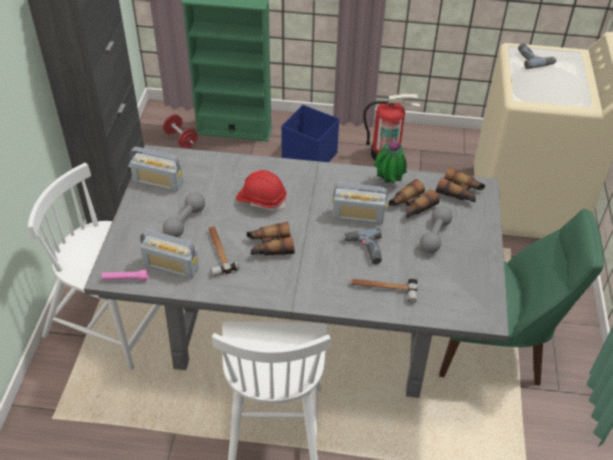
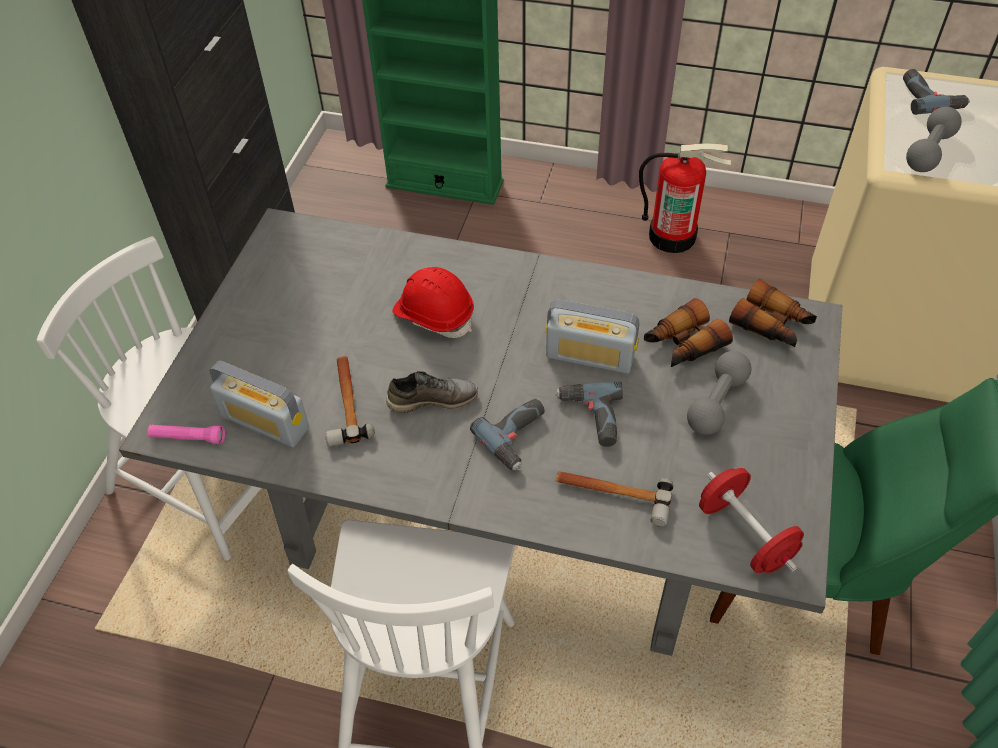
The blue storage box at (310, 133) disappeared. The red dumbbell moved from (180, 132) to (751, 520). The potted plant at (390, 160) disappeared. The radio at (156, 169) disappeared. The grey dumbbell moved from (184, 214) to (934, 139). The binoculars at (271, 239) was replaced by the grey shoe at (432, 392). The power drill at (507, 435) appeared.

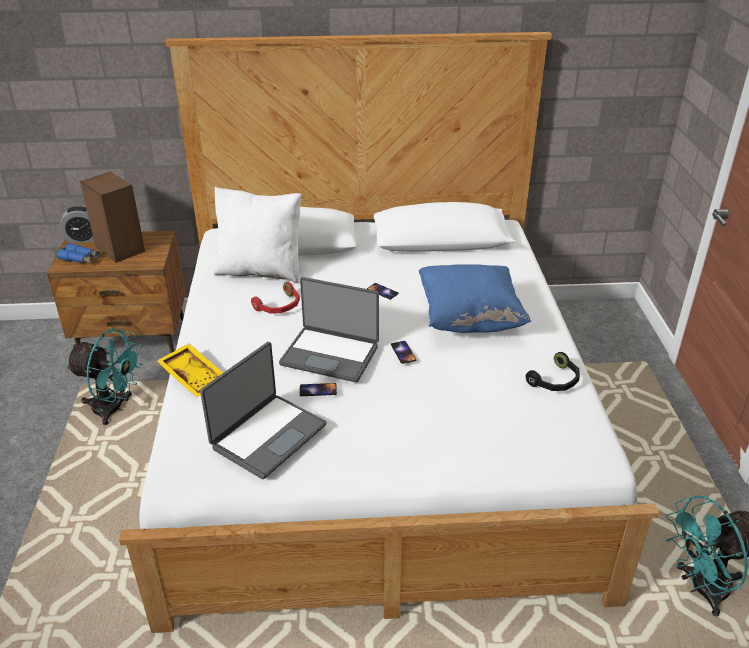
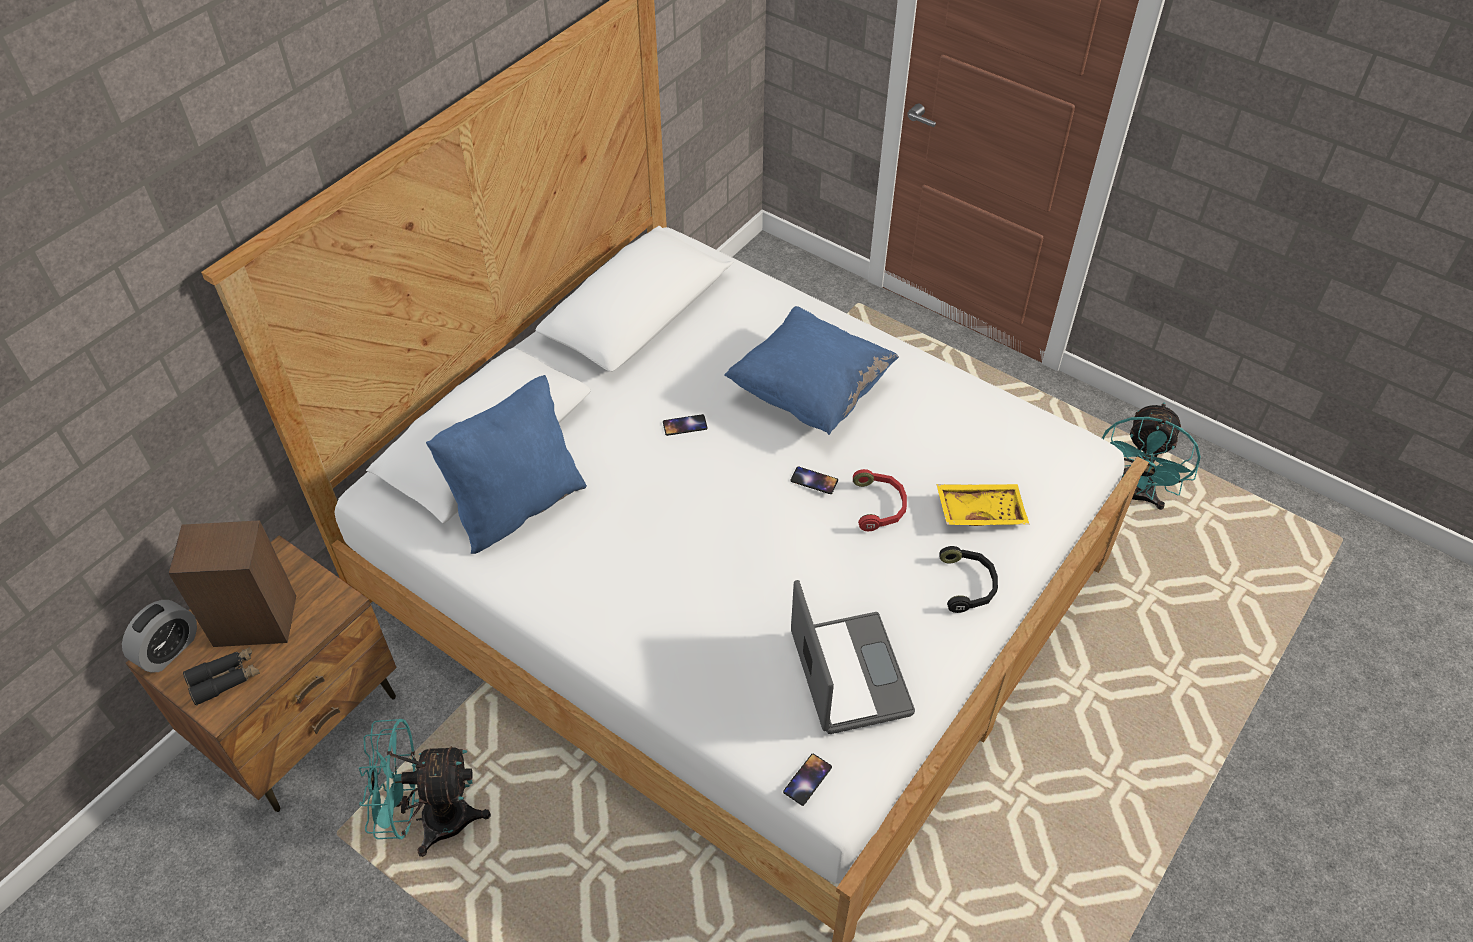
The white pillow at (258, 235) became the blue pillow at (506, 464). The blue binoculars at (79, 253) became the black binoculars at (221, 676). The laptop at (329, 329) disappeared. The red headphones moved from (275, 298) to (880, 500). The turquoise fan at (104, 377) turned 150 degrees counterclockwise. The yellow tray moved from (190, 370) to (983, 505). The black headphones moved from (553, 371) to (969, 579). The phone moved from (318, 389) to (807, 780).

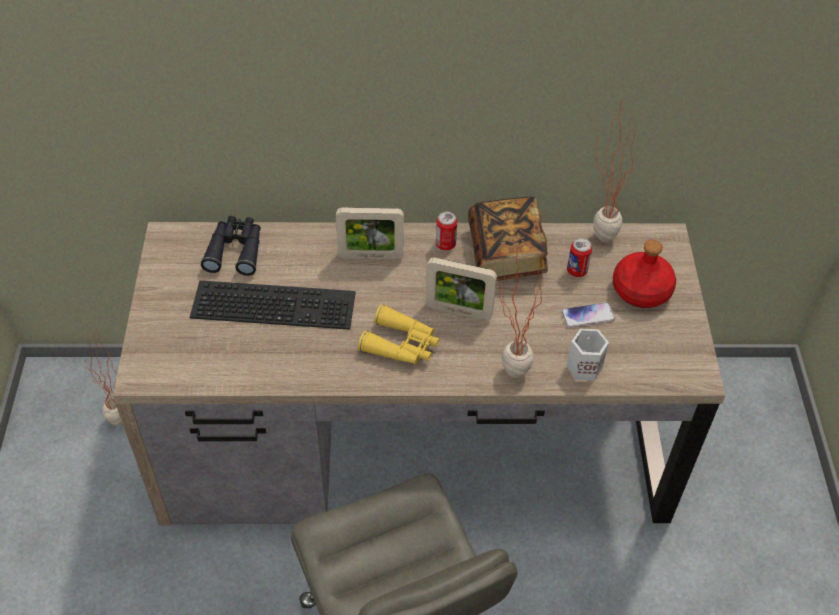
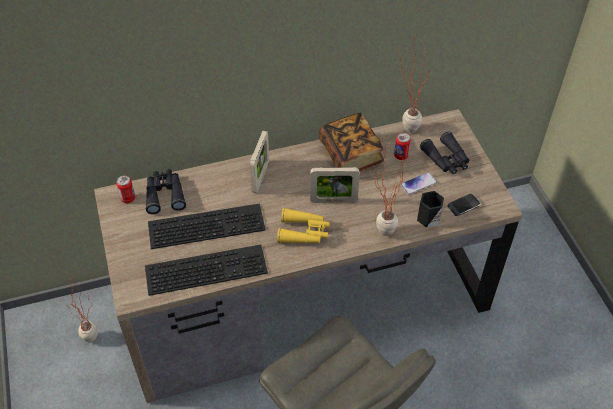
The picture frame at (370, 233) turned 60 degrees counterclockwise. The can moved from (446, 231) to (125, 189). The red bottle at (644, 274) was replaced by the black binoculars at (444, 153). The white mug at (587, 354) became the black mug at (430, 209). The phone at (464, 205) appeared. The keyboard at (206, 270) appeared.

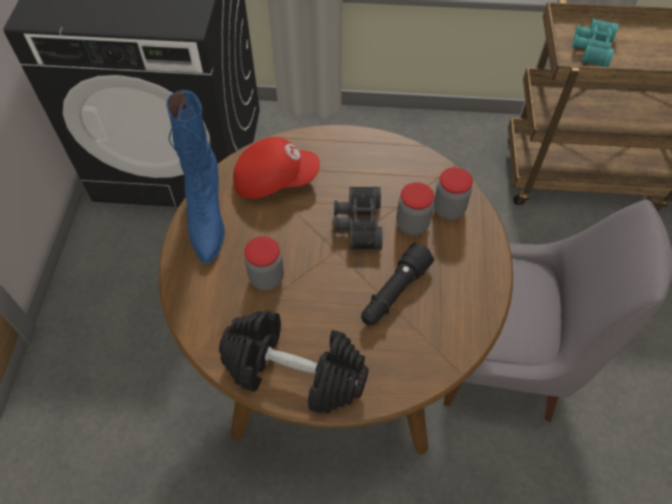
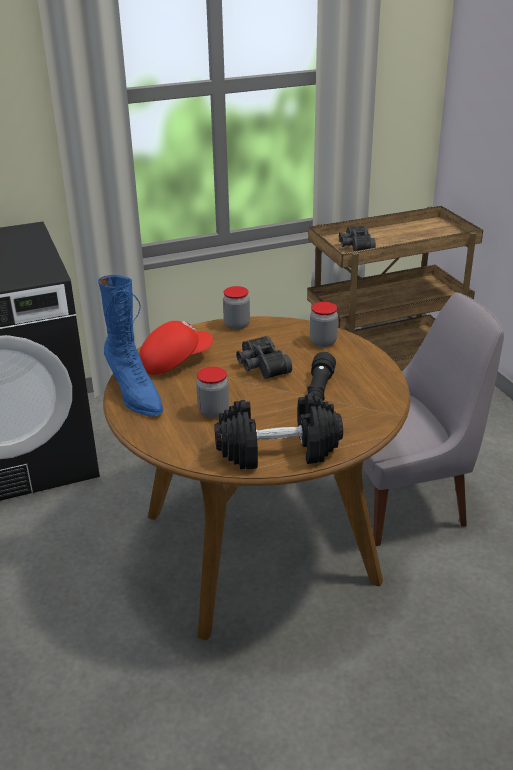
The turquoise binoculars at (595, 43) became the black binoculars at (357, 238). The jar moved from (415, 208) to (236, 308).

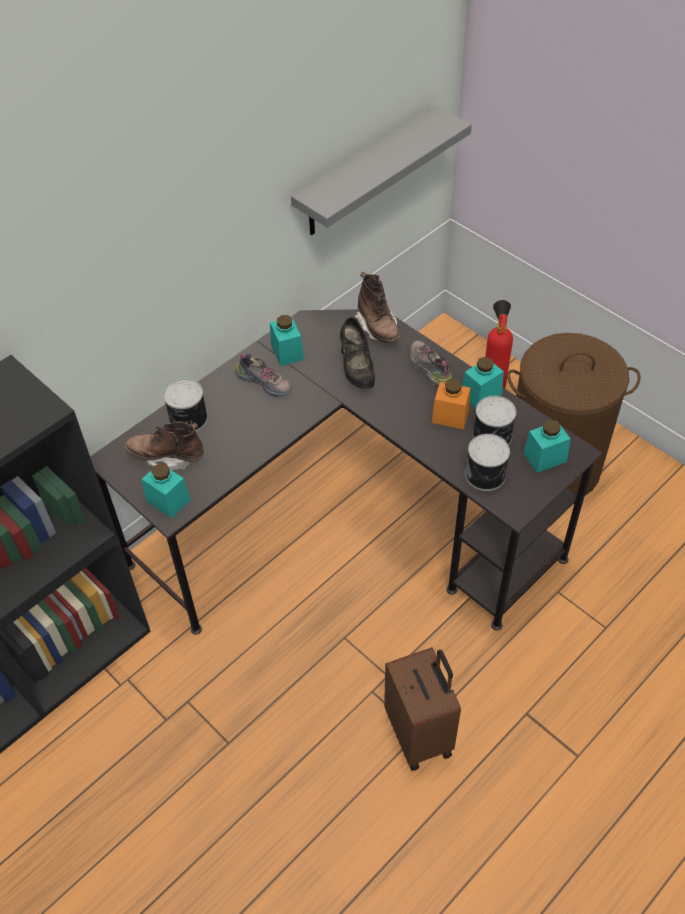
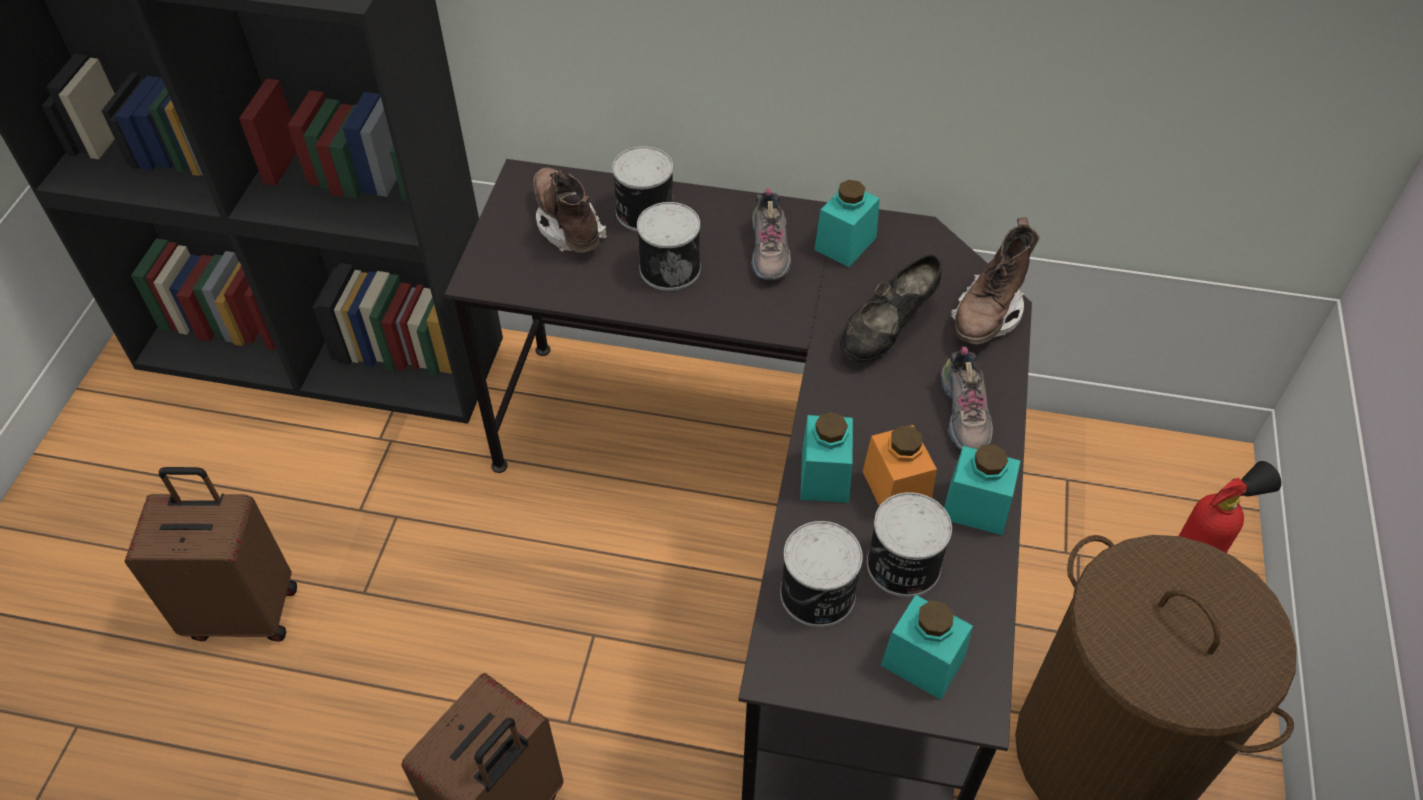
The grey shelf at (381, 170) disappeared. The shoe at (431, 363) turned 150 degrees clockwise. The turquoise jar moved from (166, 490) to (826, 457). The can at (669, 246) appeared. The brown suitcase at (211, 554) appeared.

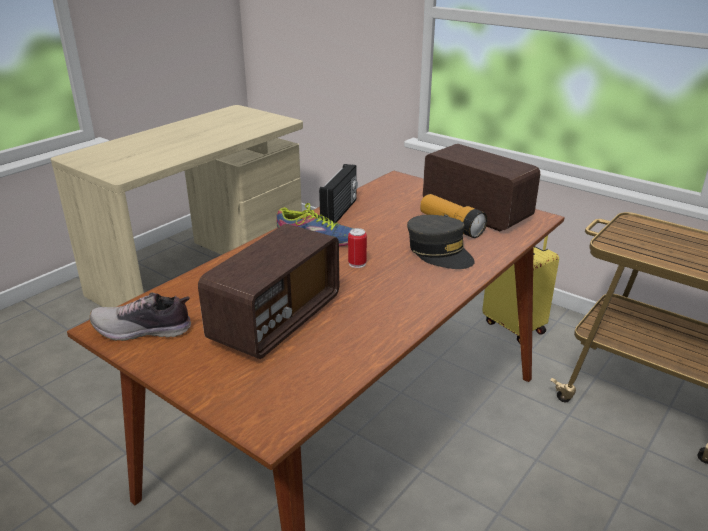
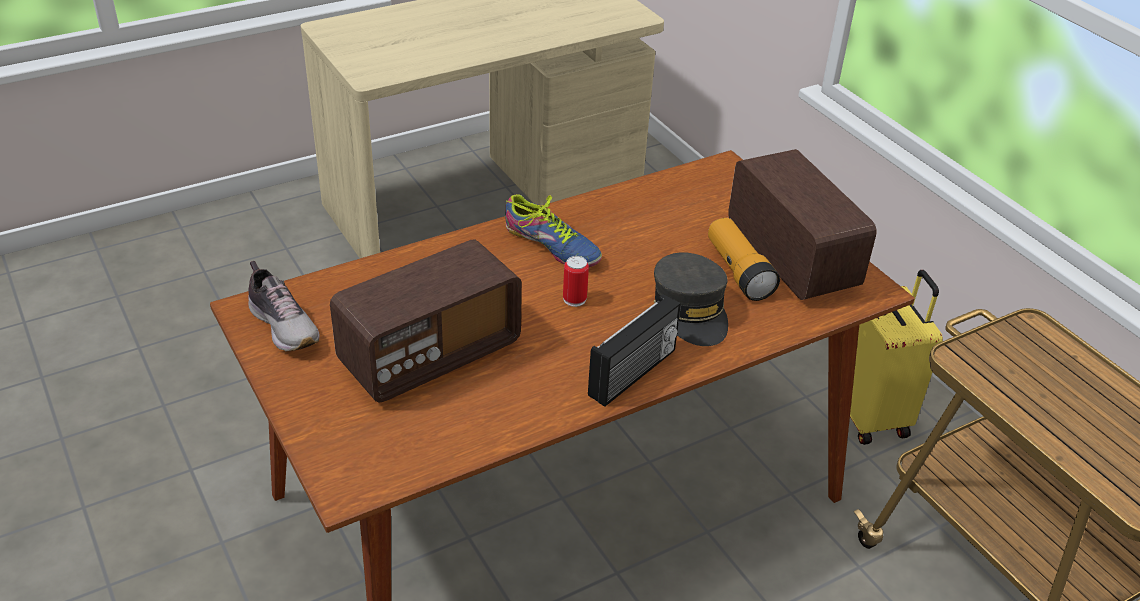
The radio moved from (338, 193) to (634, 350). The shoe at (140, 316) turned 150 degrees counterclockwise.

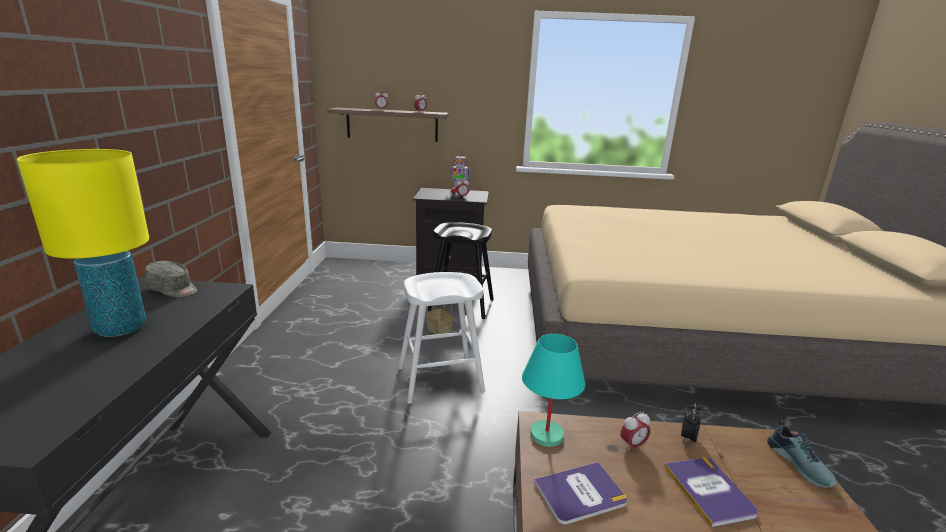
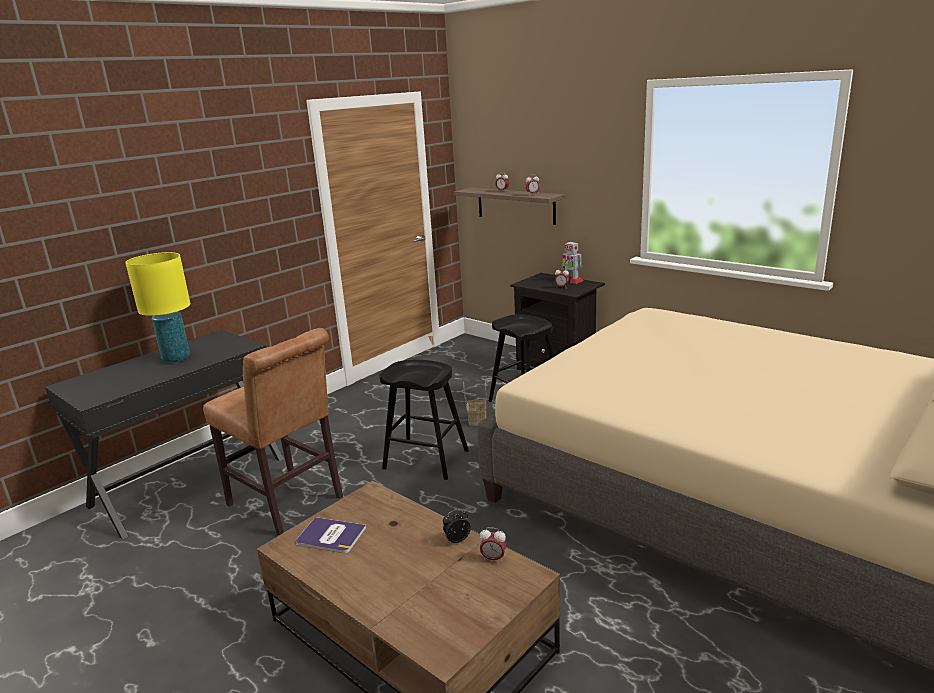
The grey cap at (170, 279) disappeared. The white stool at (441, 338) became the black stool at (424, 420). The turquoise table lamp at (553, 390) disappeared. The alarm clock moved from (635, 431) to (493, 544). The shoe at (802, 454) disappeared. The book at (711, 492) disappeared. The brown chair at (273, 431) appeared.

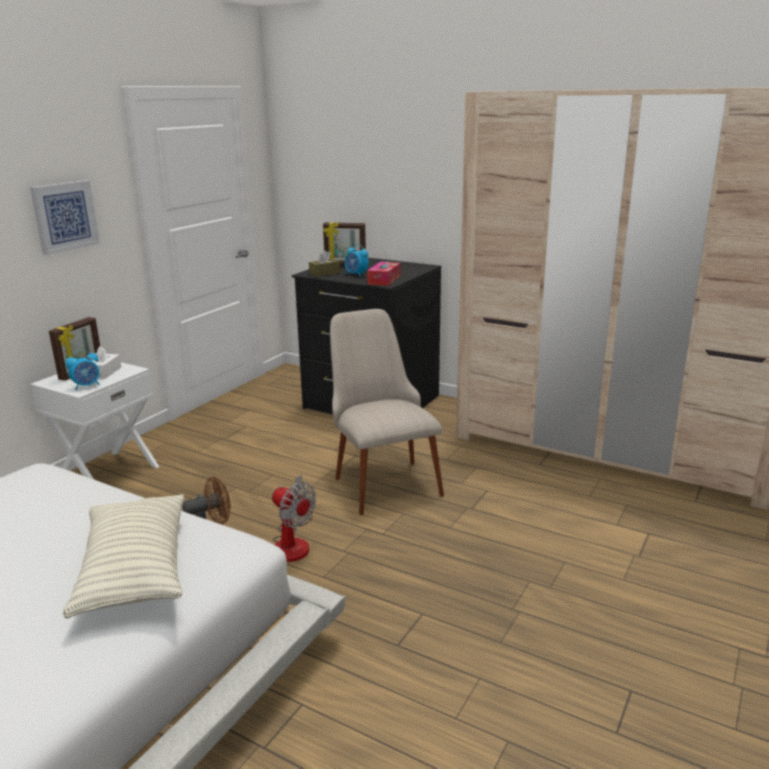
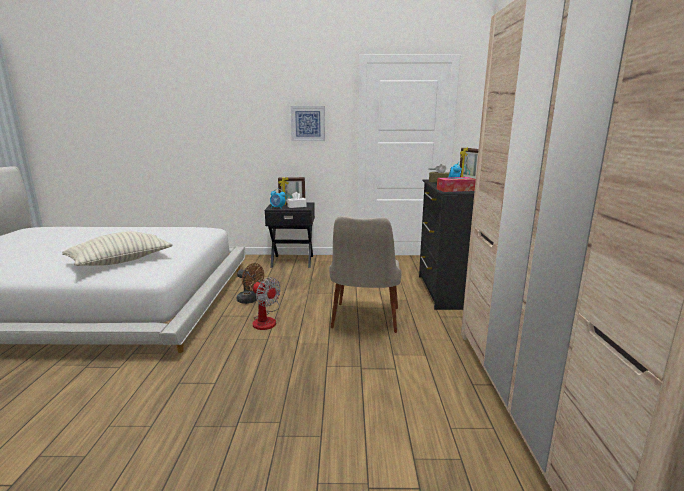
The beige chair at (387, 412) turned 150 degrees clockwise. The white nightstand at (94, 420) became the black nightstand at (290, 235). The fan at (294, 518) turned 60 degrees counterclockwise.

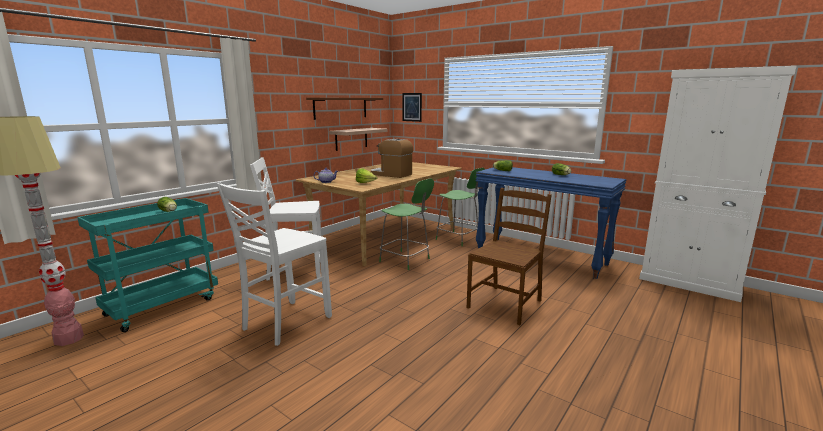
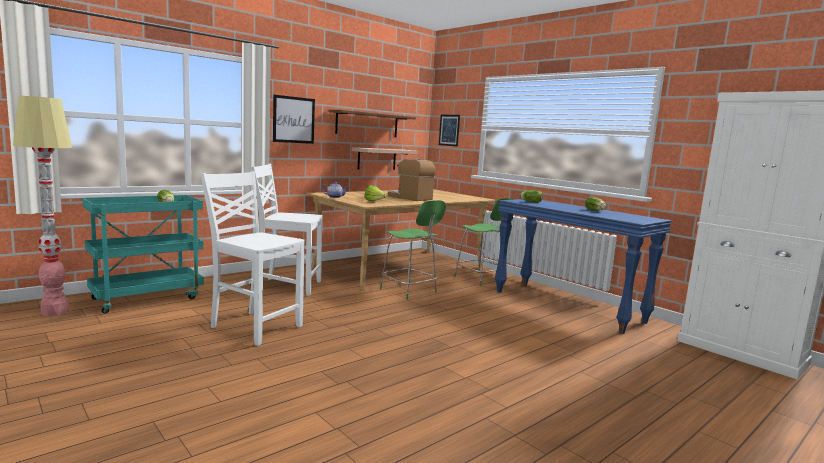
The white chair at (274, 264) turned 75 degrees clockwise. The brown chair at (509, 256) disappeared. The picture at (294, 119) appeared.

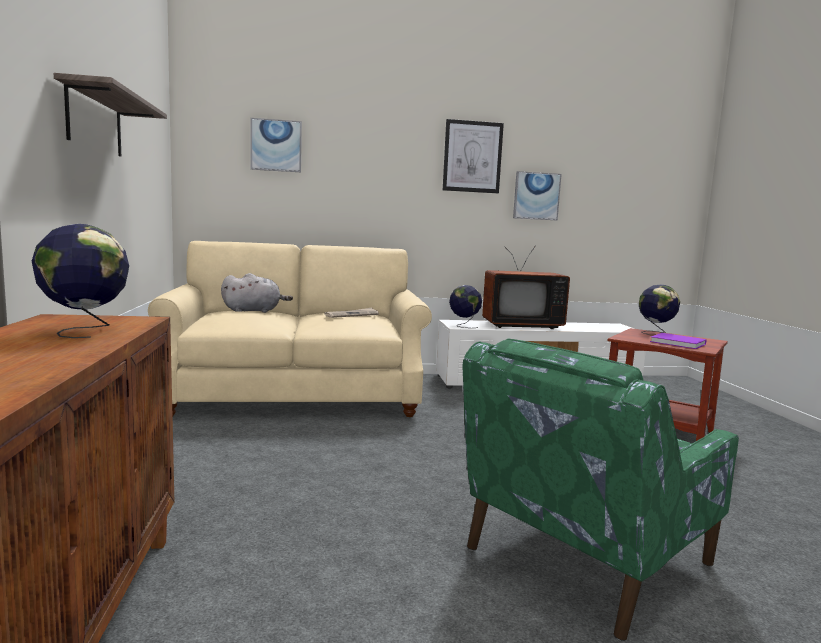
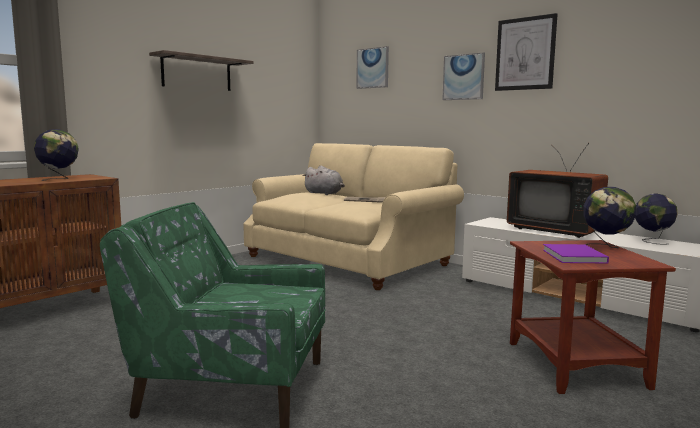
The picture moved from (537, 195) to (463, 76). The globe moved from (465, 306) to (656, 219).

